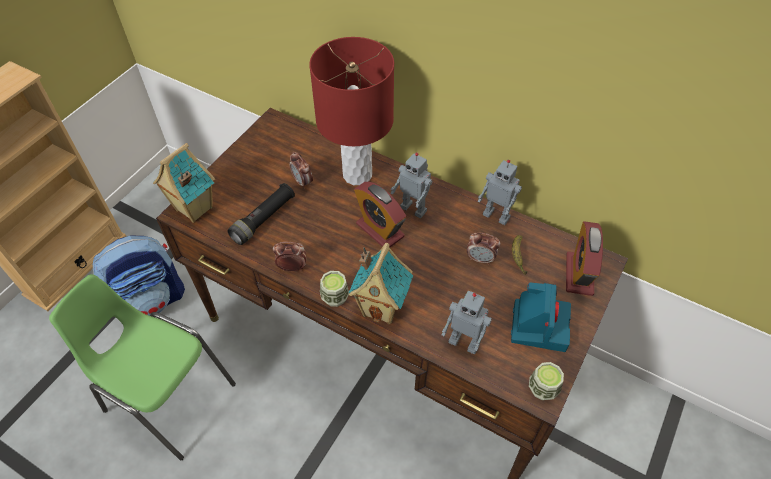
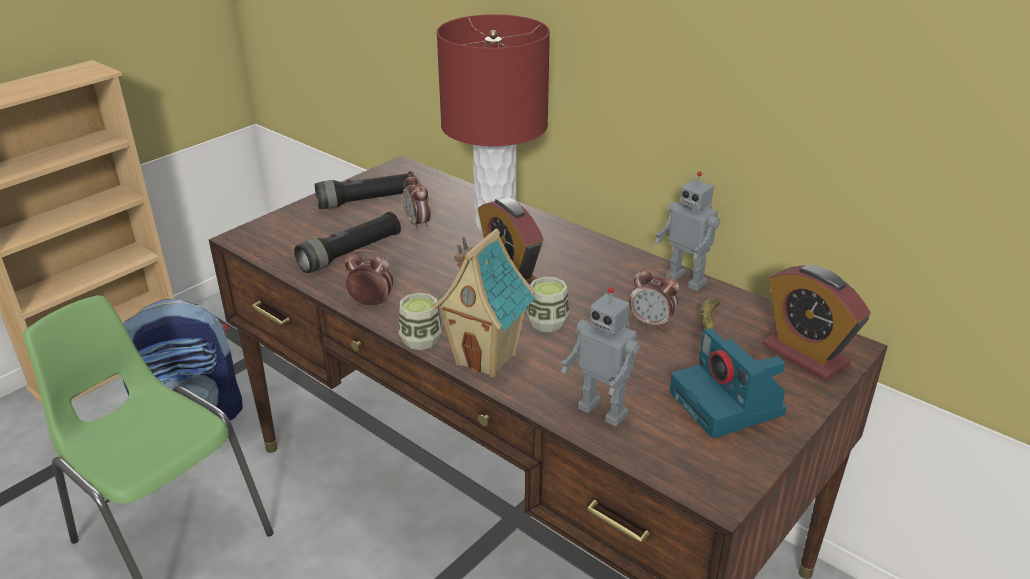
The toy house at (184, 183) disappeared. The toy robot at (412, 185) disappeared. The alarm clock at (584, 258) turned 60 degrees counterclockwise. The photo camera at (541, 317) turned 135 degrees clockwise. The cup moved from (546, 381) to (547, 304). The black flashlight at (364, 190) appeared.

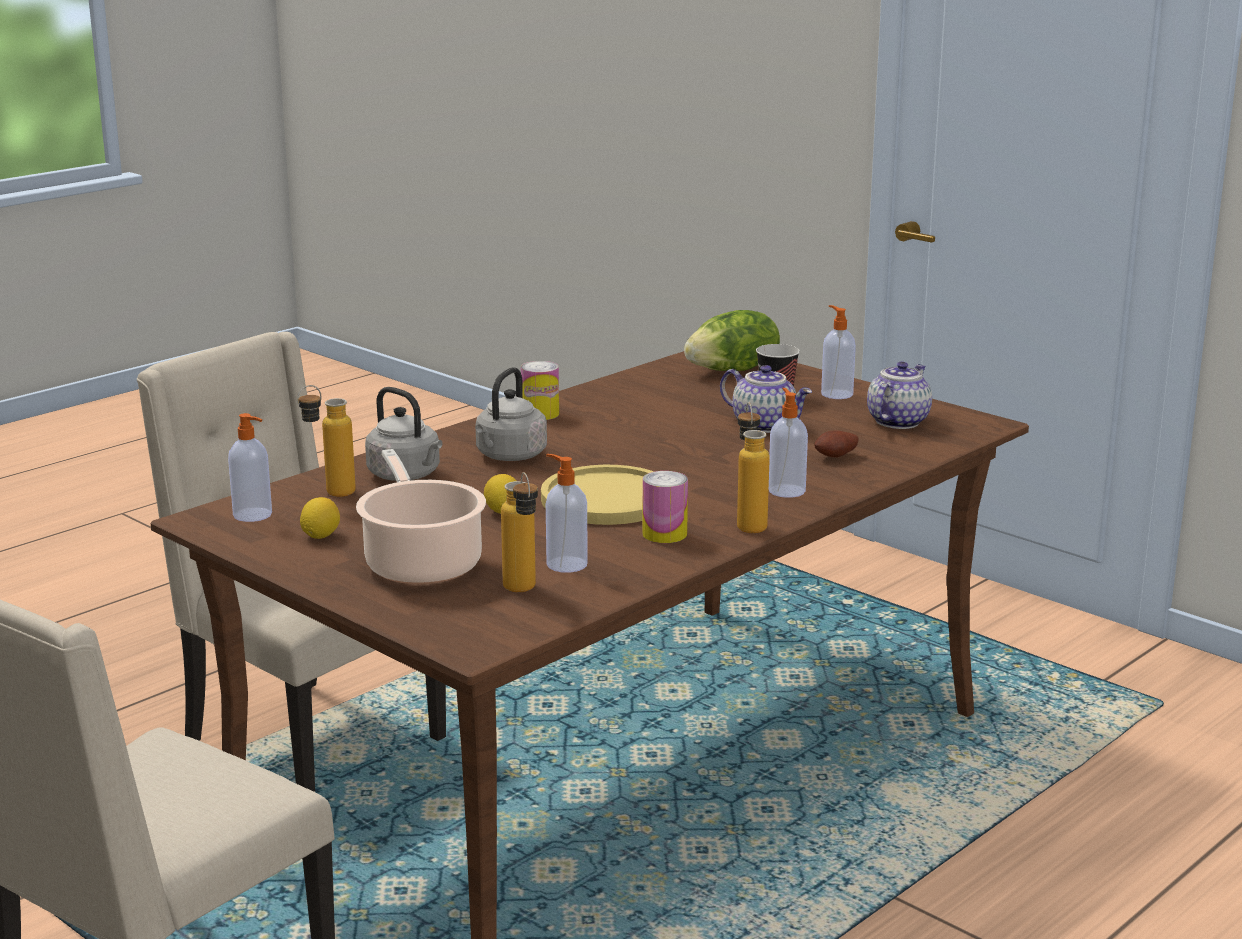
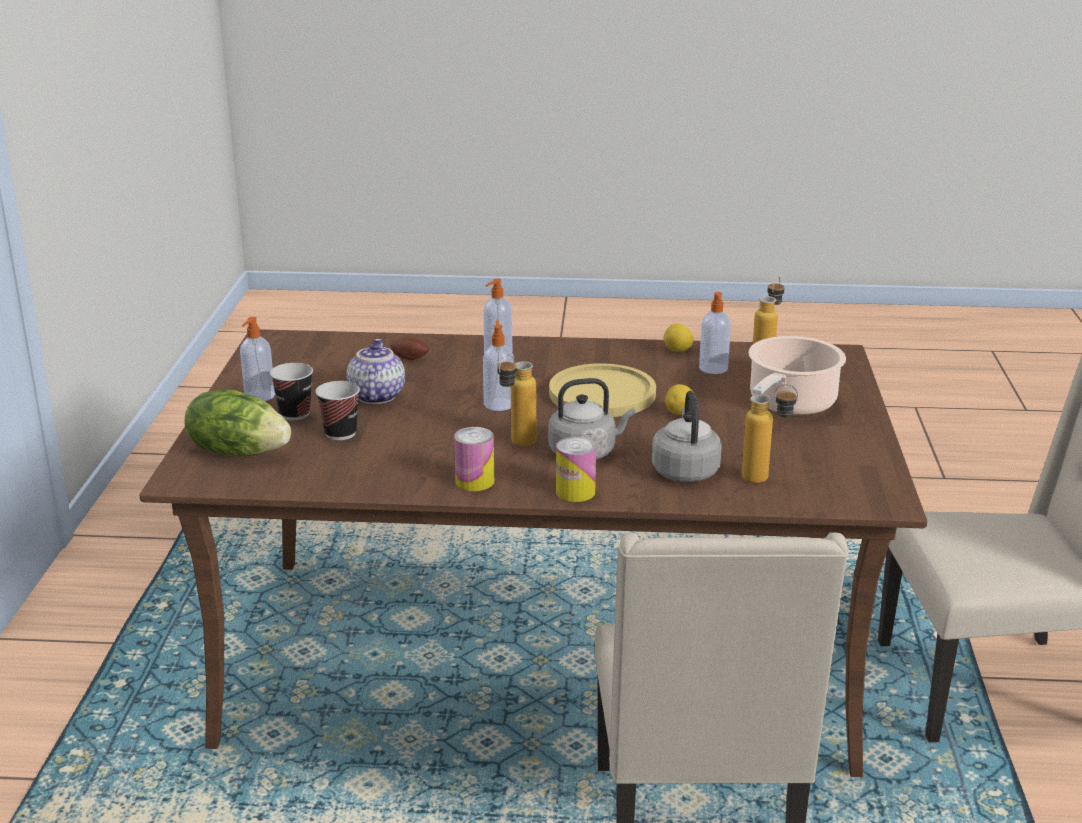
The teapot at (899, 395) disappeared. The bottle moved from (753, 467) to (516, 400). The soap dispenser moved from (250, 467) to (498, 365). The can moved from (665, 507) to (576, 469). The lemon moved from (320, 518) to (678, 338). The cup at (338, 410) appeared.

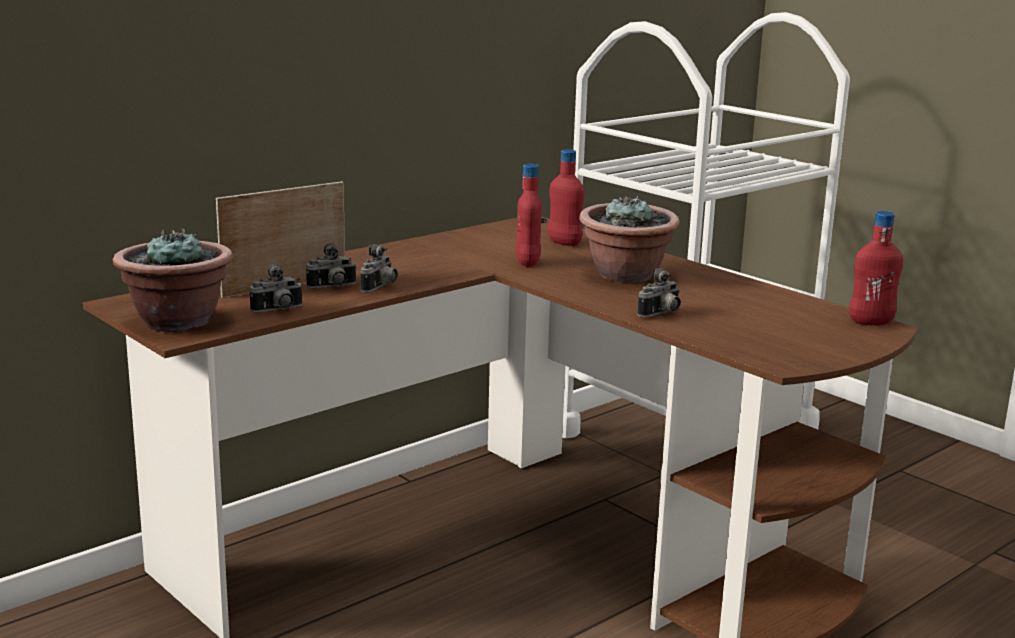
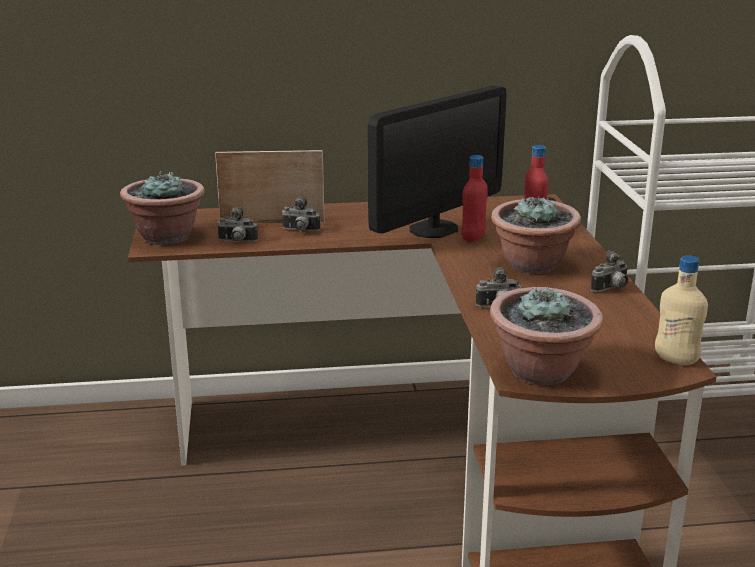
The red bottle at (876, 268) became the beige bottle at (681, 310). The photo camera moved from (379, 268) to (609, 271). The monitor at (437, 161) appeared. The potted plant at (546, 336) appeared.

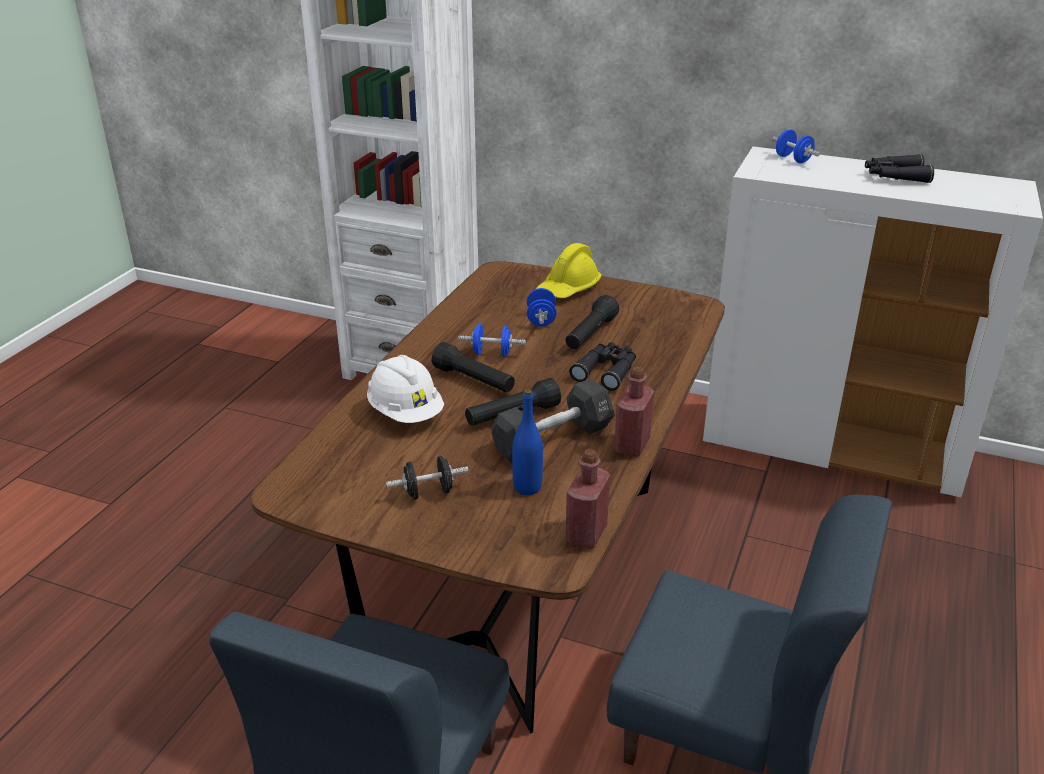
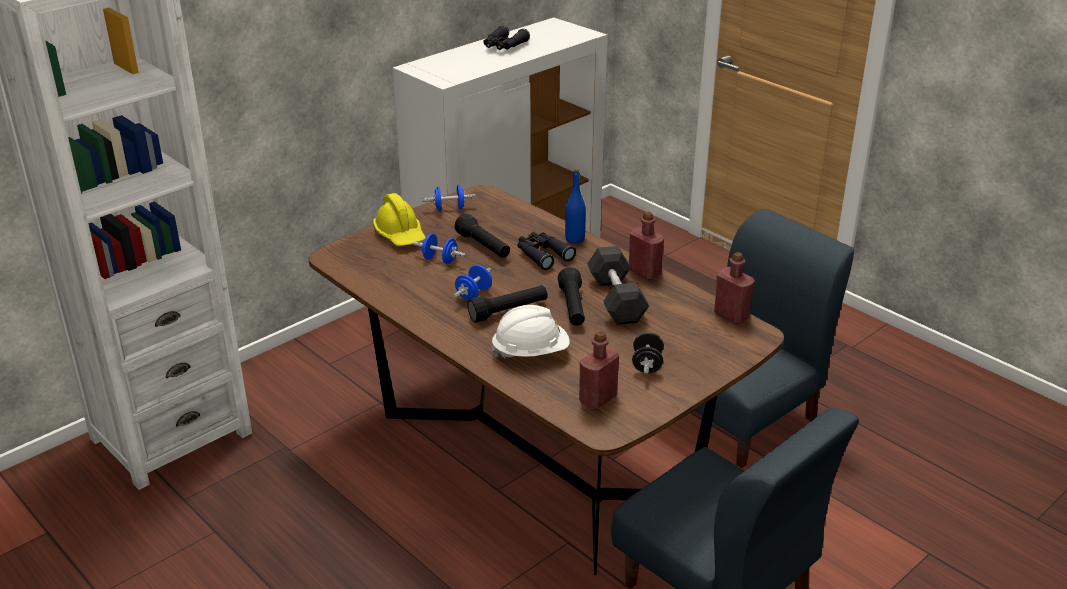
The blue dumbbell moved from (796, 146) to (449, 198). The blue bottle moved from (527, 442) to (575, 206). The red bottle at (599, 370) appeared.

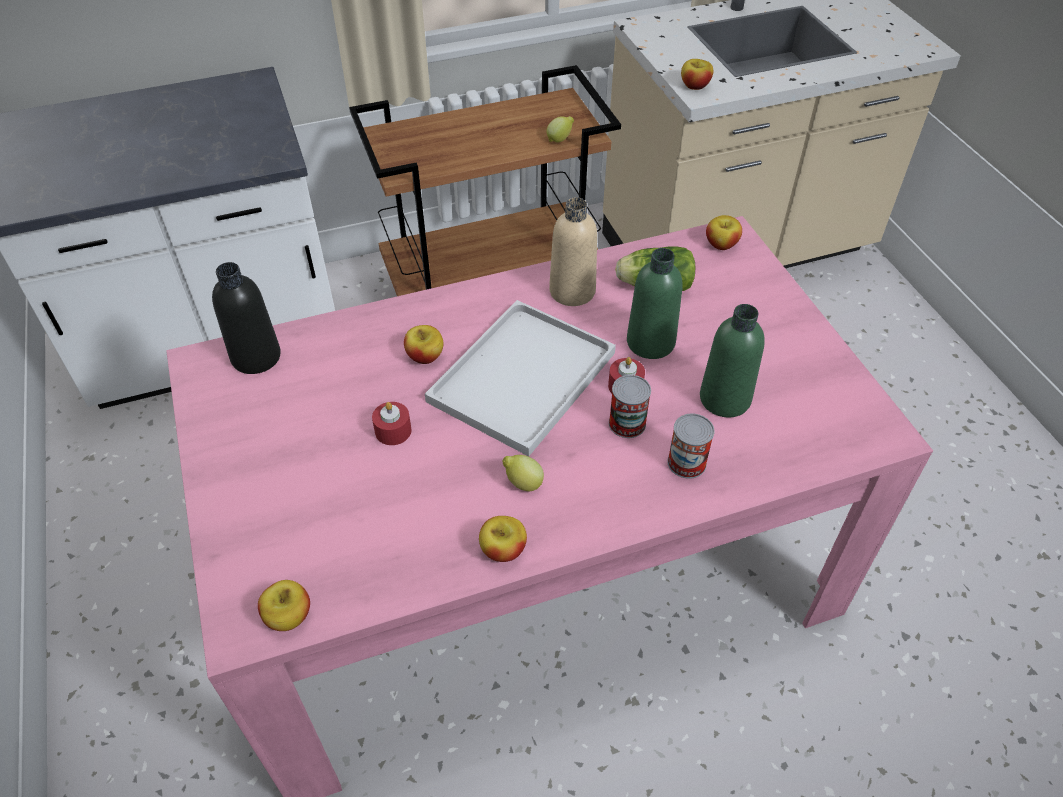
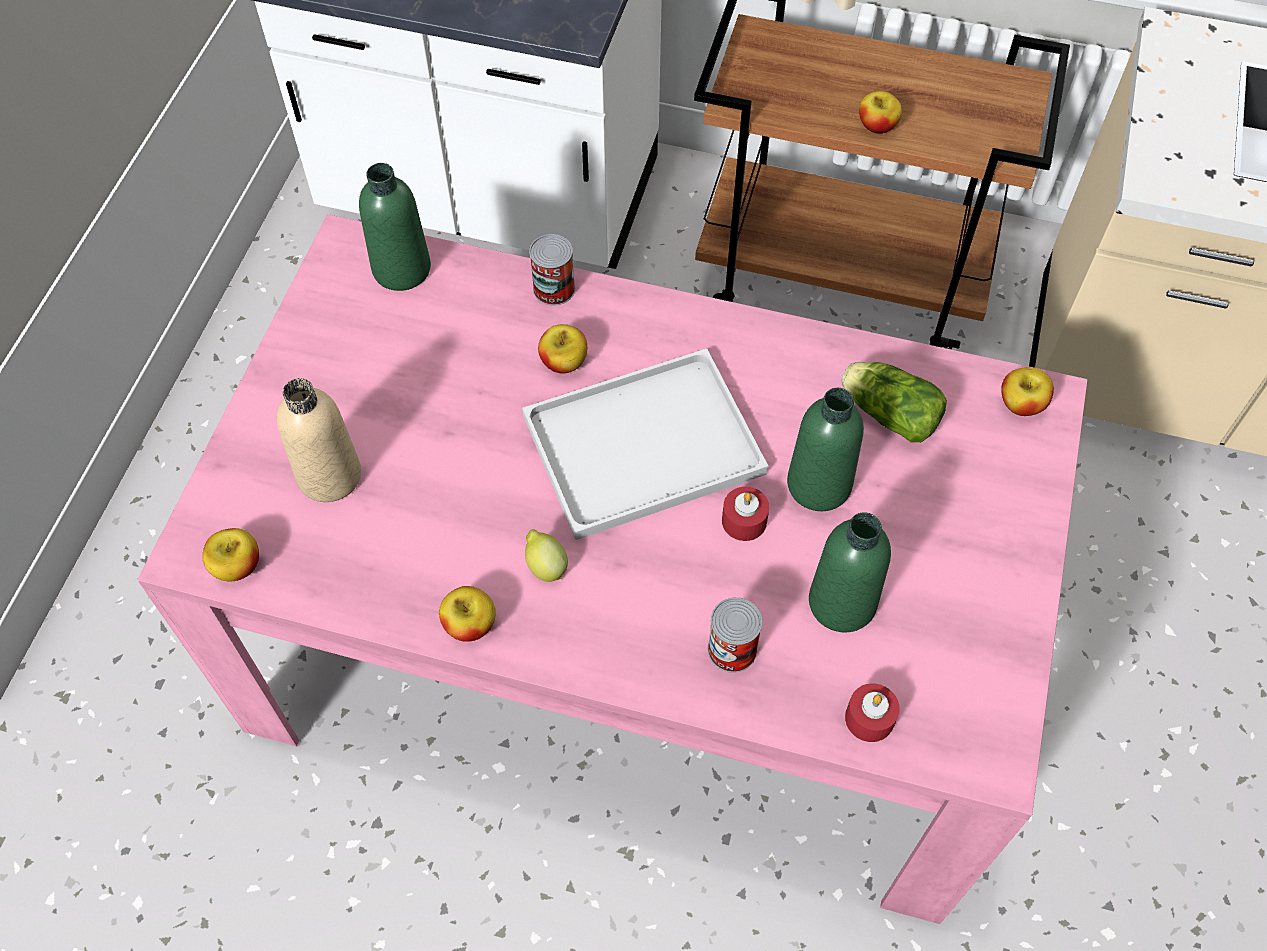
The apple moved from (697, 74) to (880, 112). The lemon at (560, 129) disappeared. The beige bottle moved from (573, 251) to (319, 440). The black bottle at (246, 318) became the green bottle at (395, 227). The can moved from (630, 406) to (552, 270). The red candle moved from (391, 423) to (872, 712).

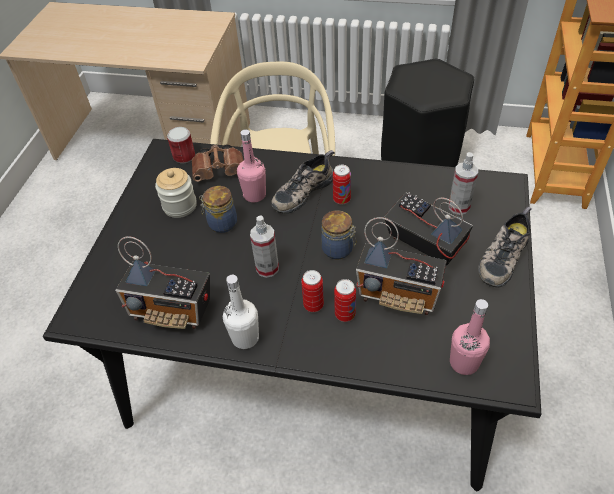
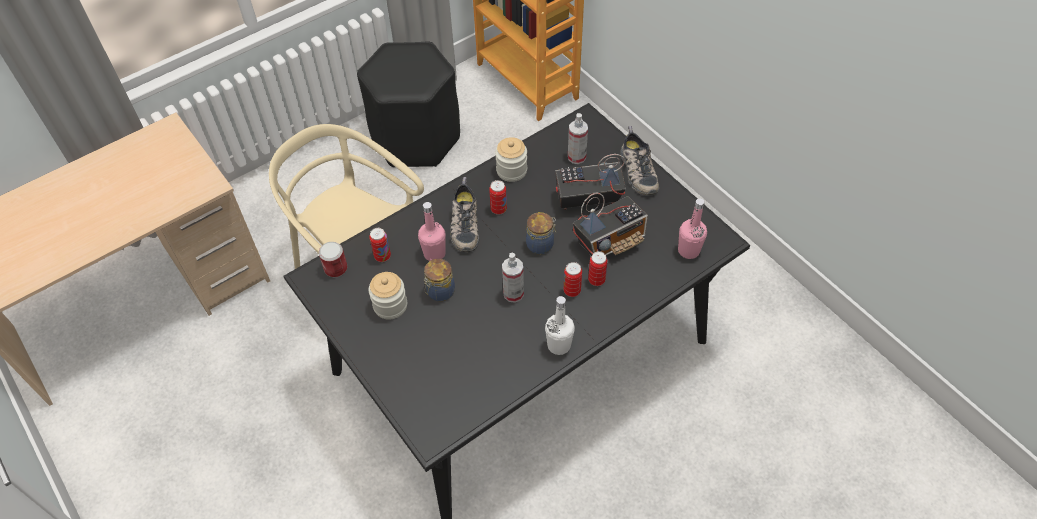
The brown binoculars at (217, 163) was replaced by the can at (380, 245). The radio at (162, 282) disappeared. The jar at (511, 159) appeared.

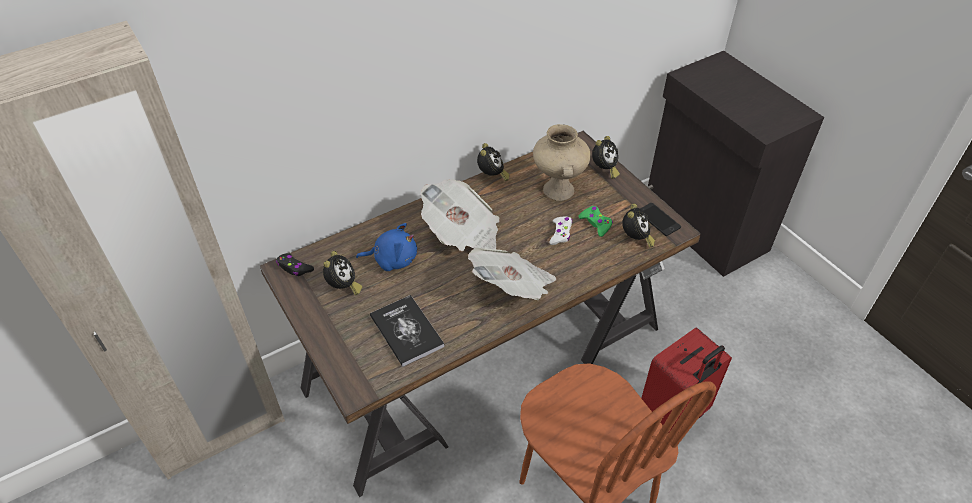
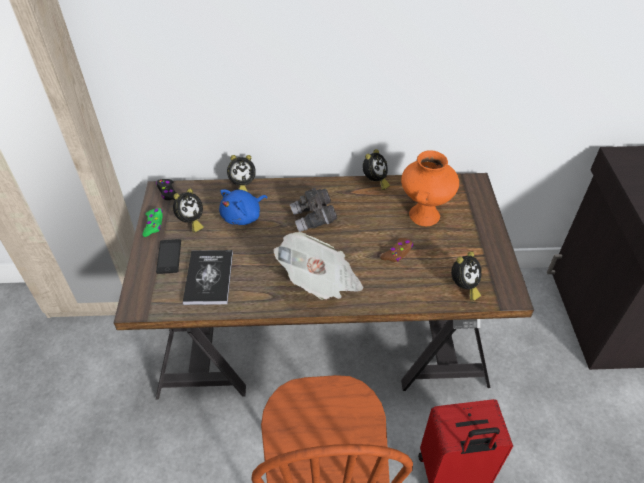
The beige vase at (562, 162) became the orange vase at (430, 188). The alarm clock moved from (606, 157) to (241, 173). The newspaper at (460, 215) was replaced by the grey binoculars at (313, 210). The phone moved from (660, 219) to (168, 256). The green game controller moved from (596, 221) to (152, 222). The white game controller at (561, 231) became the brown game controller at (396, 250). The blue plush toy at (386, 247) turned 105 degrees clockwise.

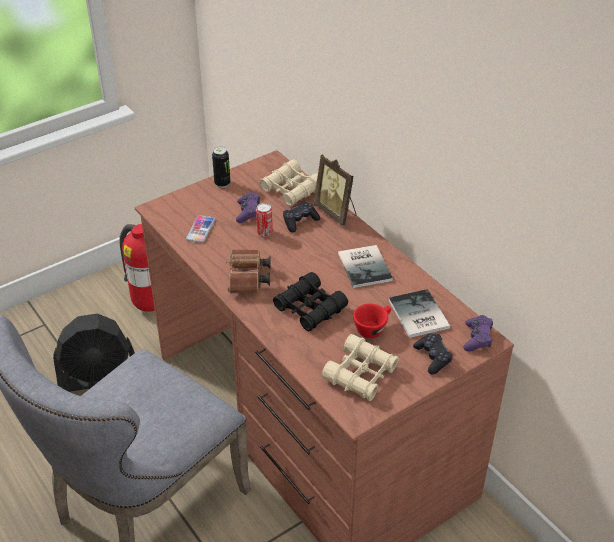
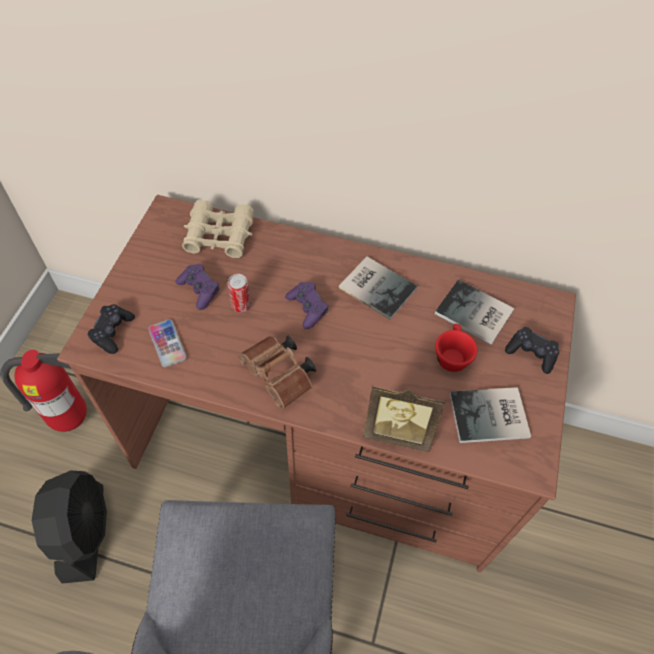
The can at (221, 167) disappeared. The picture frame moved from (335, 190) to (404, 419). The black game controller moved from (301, 217) to (111, 329). The black binoculars at (310, 302) disappeared. The black fan at (94, 352) turned 45 degrees counterclockwise. The purple game controller moved from (478, 333) to (306, 305). The beige binoculars at (360, 367) was replaced by the book at (490, 415).

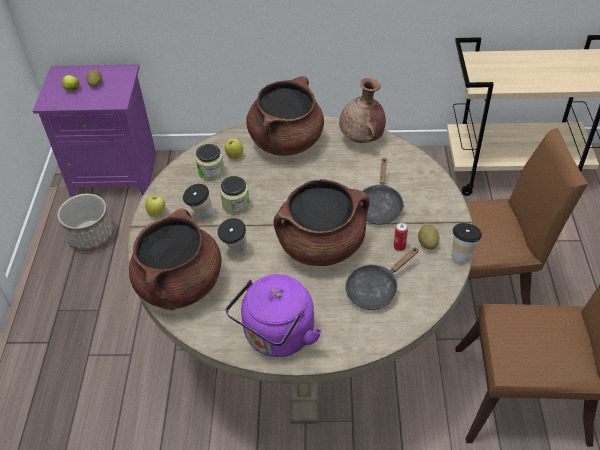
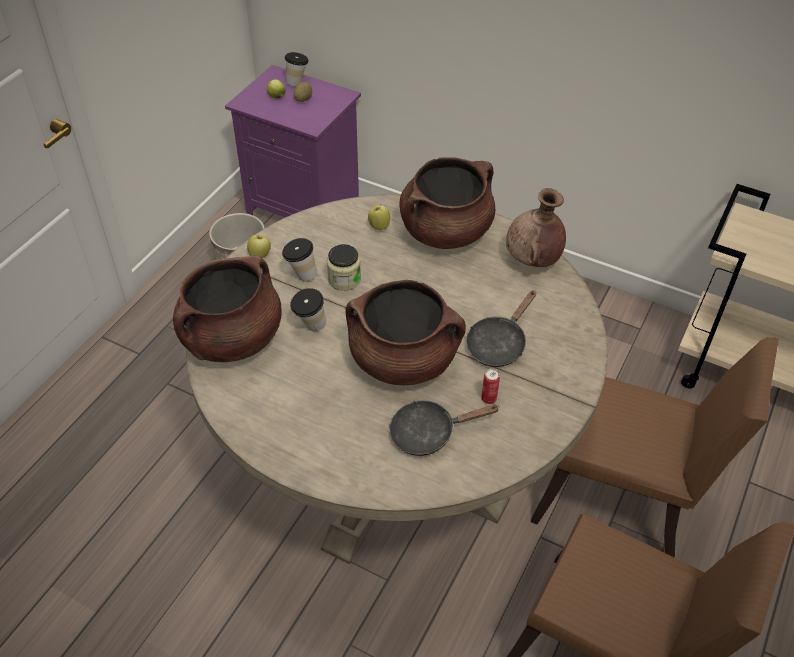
The jar at (210, 162) disappeared. The cup moved from (467, 243) to (297, 69). The potato at (428, 237) disappeared. The purple kettle at (274, 315) disappeared.

